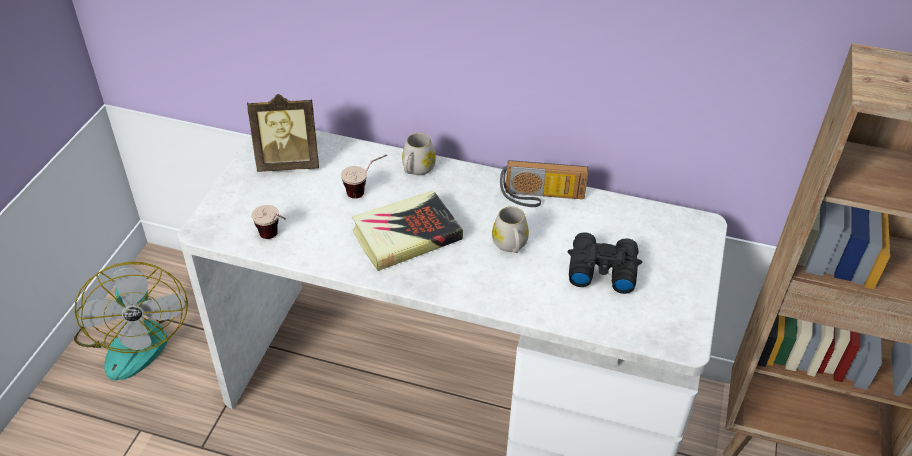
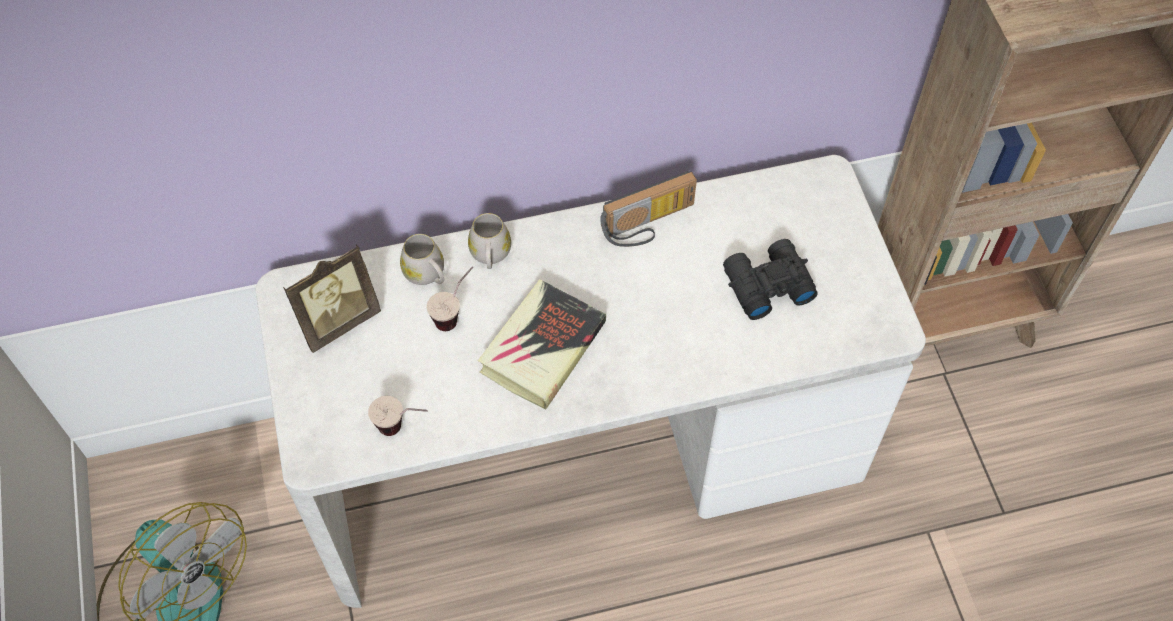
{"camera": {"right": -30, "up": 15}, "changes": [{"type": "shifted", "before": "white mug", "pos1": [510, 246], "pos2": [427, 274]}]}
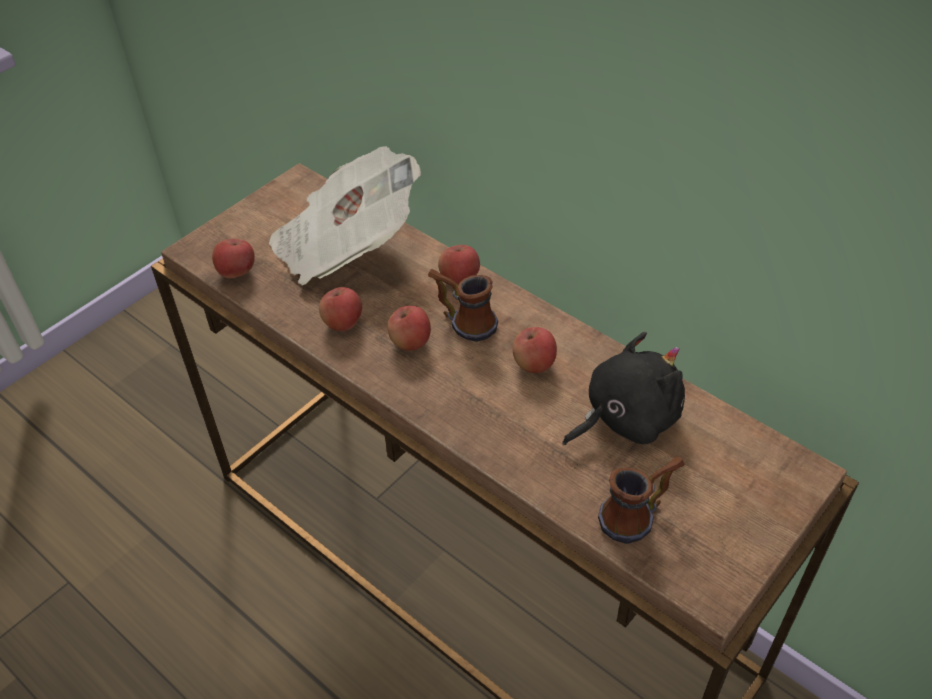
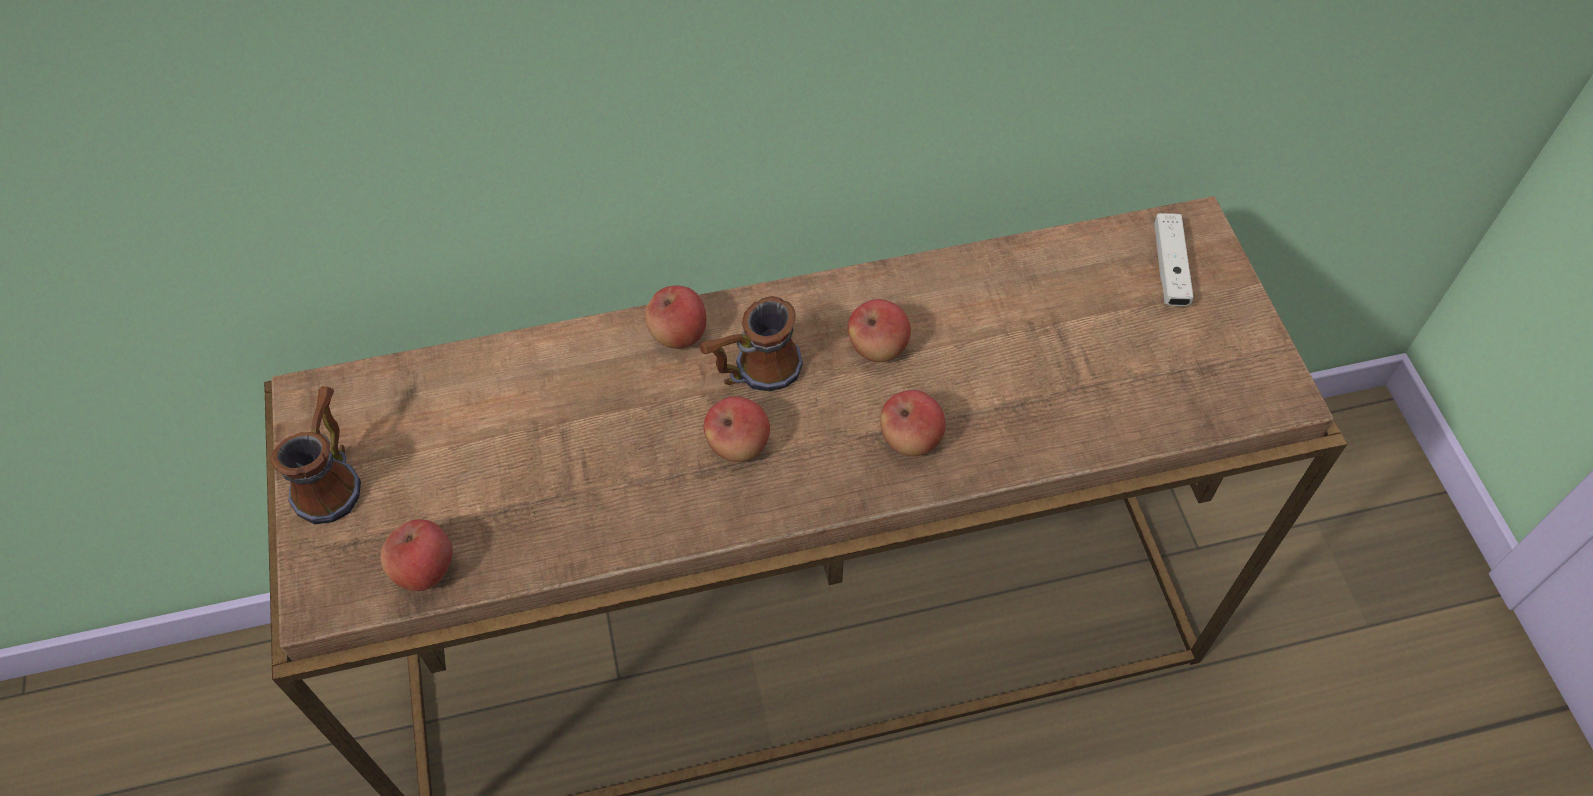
{"camera": {"right": -55, "up": 10}, "changes": [{"type": "gone", "before": "newspaper", "pos1": [346, 246]}, {"type": "gone", "before": "black plush toy", "pos1": [625, 417]}, {"type": "new", "after": "white game controller", "pos2": [1169, 268]}, {"type": "shifted", "before": "apple", "pos1": [343, 323], "pos2": [910, 439]}, {"type": "shifted", "before": "mug", "pos1": [638, 515], "pos2": [334, 477]}]}
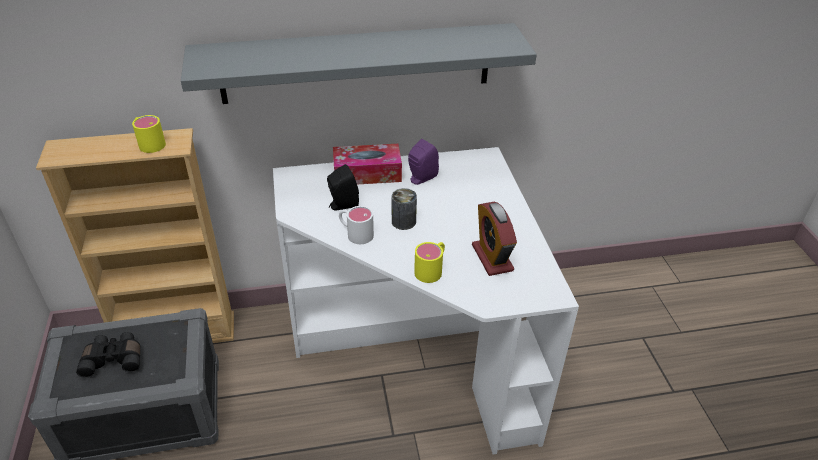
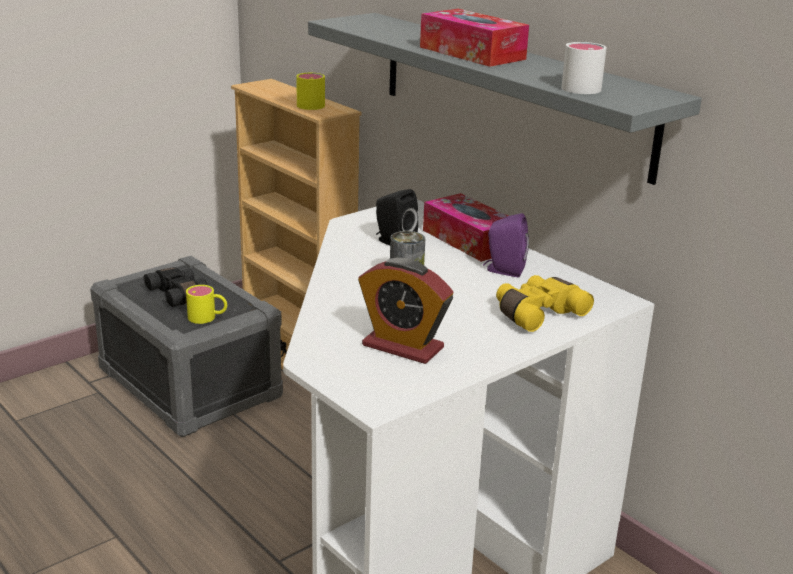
{"camera": {"right": 60, "up": -15}, "changes": [{"type": "new", "after": "tissue box", "pos2": [472, 53]}, {"type": "new", "after": "yellow binoculars", "pos2": [537, 313]}, {"type": "shifted", "before": "white mug", "pos1": [355, 233], "pos2": [580, 86]}, {"type": "shifted", "before": "yellow mug", "pos1": [431, 269], "pos2": [208, 317]}, {"type": "rotated", "before": "alarm clock", "pos1": [492, 258], "pos2": [402, 346], "turn": -105}]}
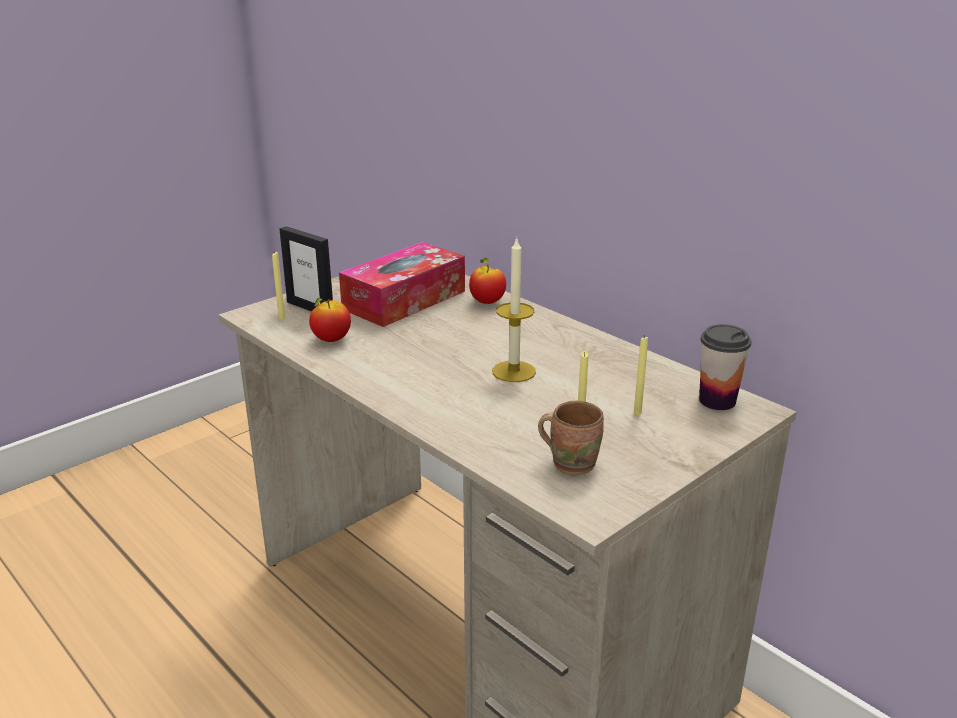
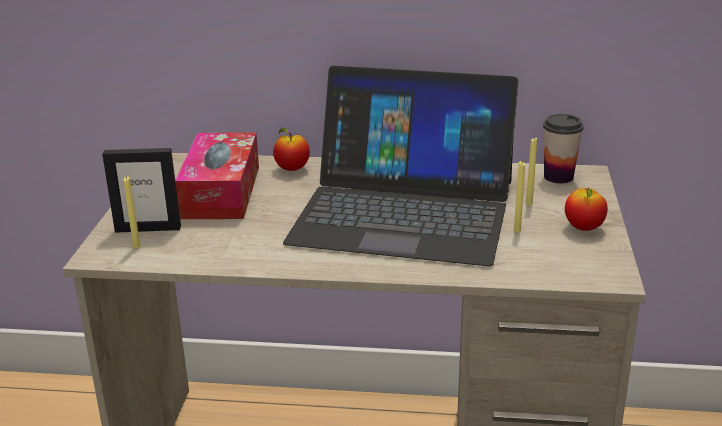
{"camera": {"right": -40, "up": 0}, "changes": [{"type": "gone", "before": "brown mug", "pos1": [571, 463]}, {"type": "shifted", "before": "apple", "pos1": [331, 340], "pos2": [583, 228]}, {"type": "swapped", "before": "candle", "after": "laptop", "pos1": [513, 371], "pos2": [404, 211]}]}
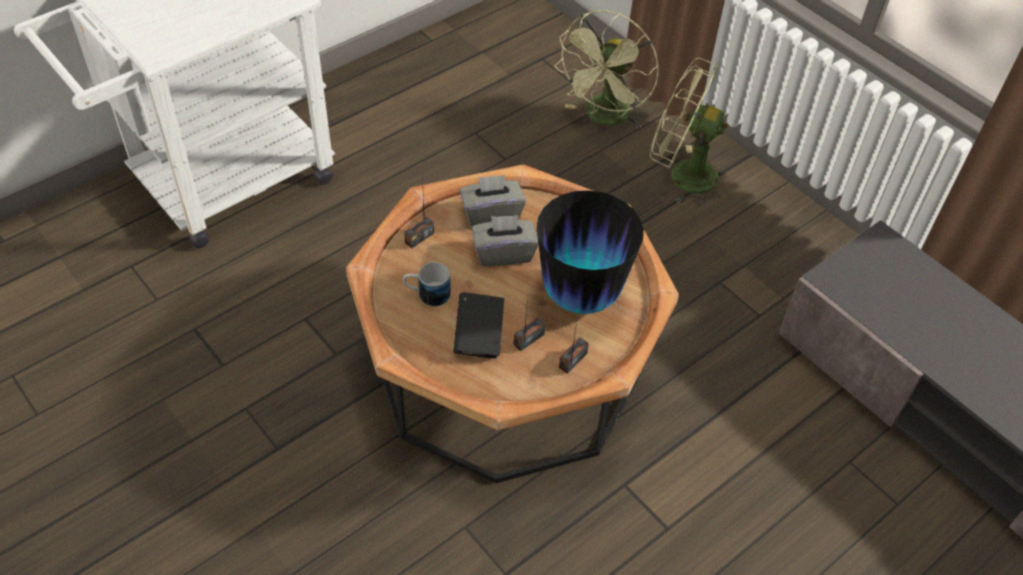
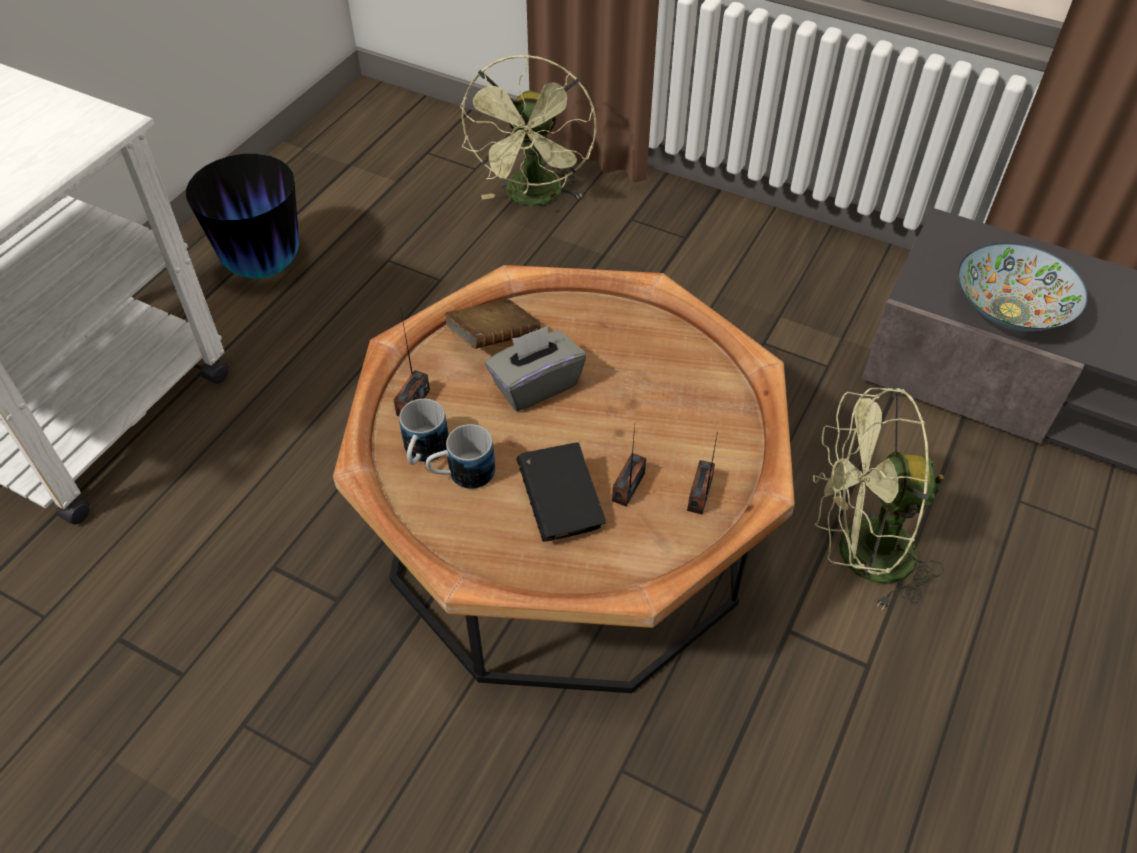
{"camera": {"right": -20, "up": 0}, "changes": [{"type": "new", "after": "mug", "pos2": [423, 453]}, {"type": "new", "after": "bowl", "pos2": [1010, 312]}, {"type": "shifted", "before": "vase", "pos1": [580, 296], "pos2": [264, 266]}, {"type": "shifted", "before": "green fan", "pos1": [682, 175], "pos2": [858, 555]}, {"type": "swapped", "before": "grey tissue box", "after": "brown book", "pos1": [491, 213], "pos2": [493, 339]}]}
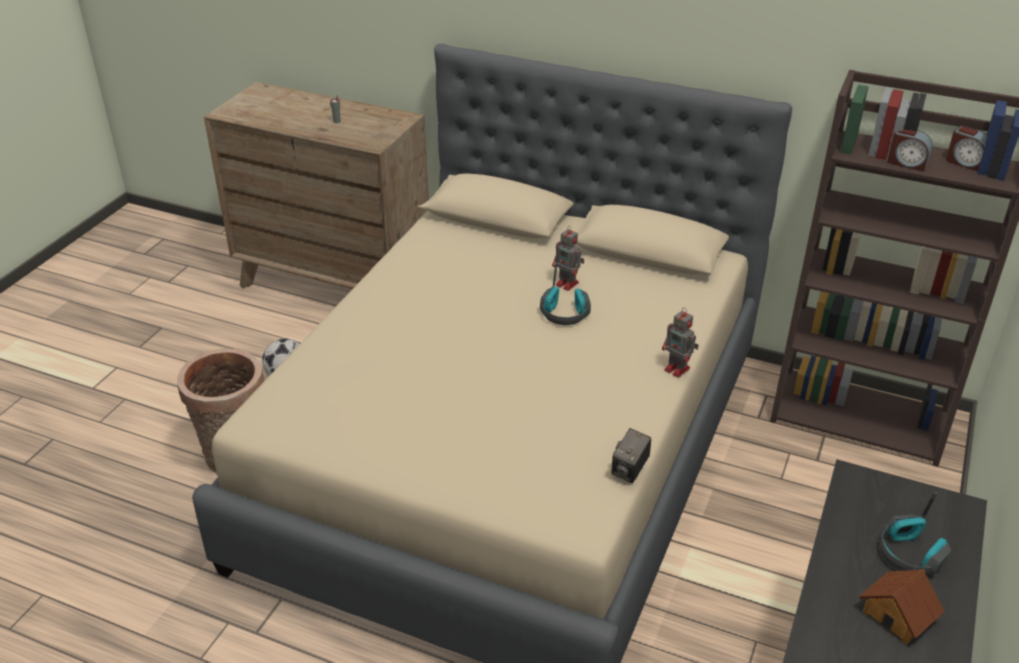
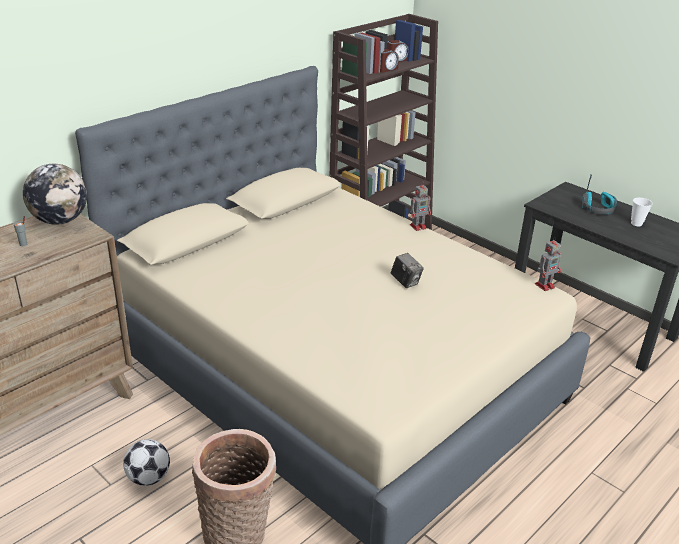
{"camera": {"right": -70, "up": -5}, "changes": [{"type": "gone", "before": "headphones", "pos1": [565, 313]}, {"type": "new", "after": "globe", "pos2": [60, 220]}, {"type": "shifted", "before": "toy robot", "pos1": [568, 284], "pos2": [545, 285]}, {"type": "shifted", "before": "photo camera", "pos1": [630, 470], "pos2": [405, 282]}, {"type": "swapped", "before": "toy house", "after": "cup", "pos1": [898, 614], "pos2": [636, 223]}]}
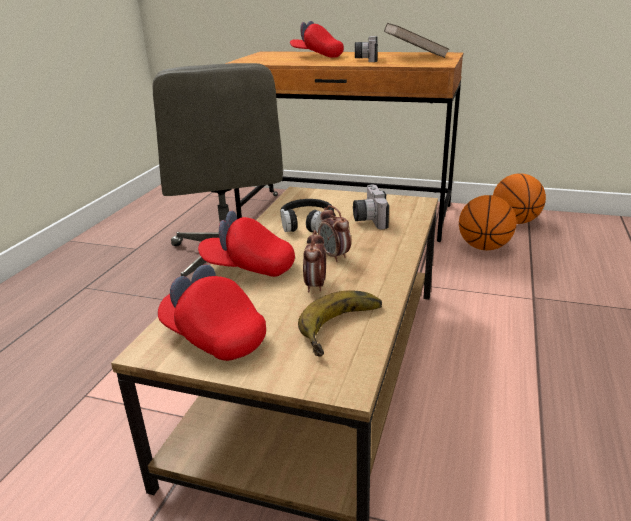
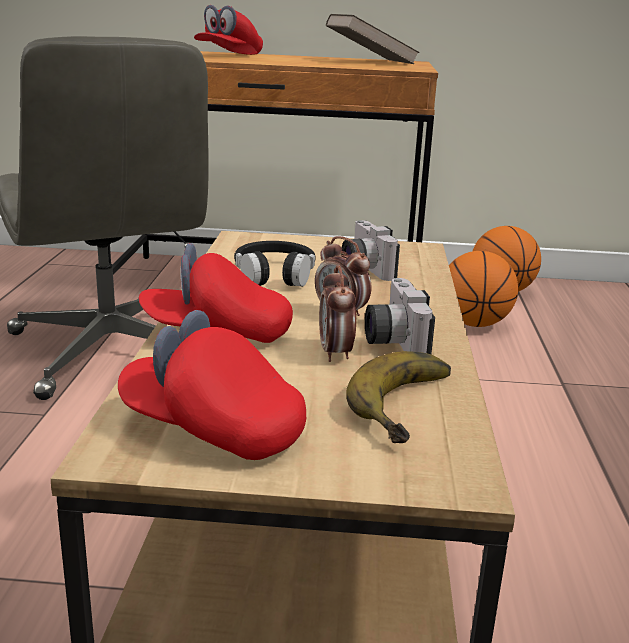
{"camera": {"right": -15, "up": -5}, "changes": [{"type": "shifted", "before": "photo camera", "pos1": [366, 59], "pos2": [392, 341]}, {"type": "rotated", "before": "red cap", "pos1": [317, 56], "pos2": [229, 55], "turn": -75}]}
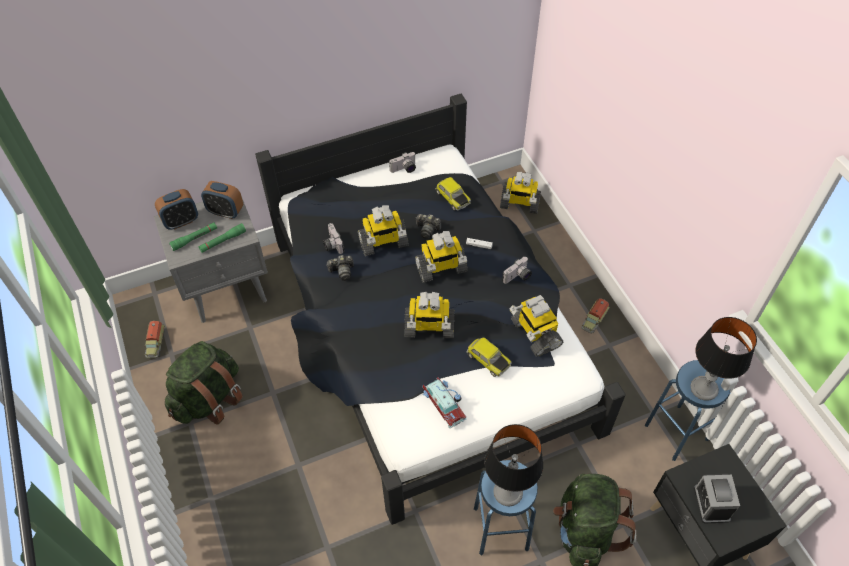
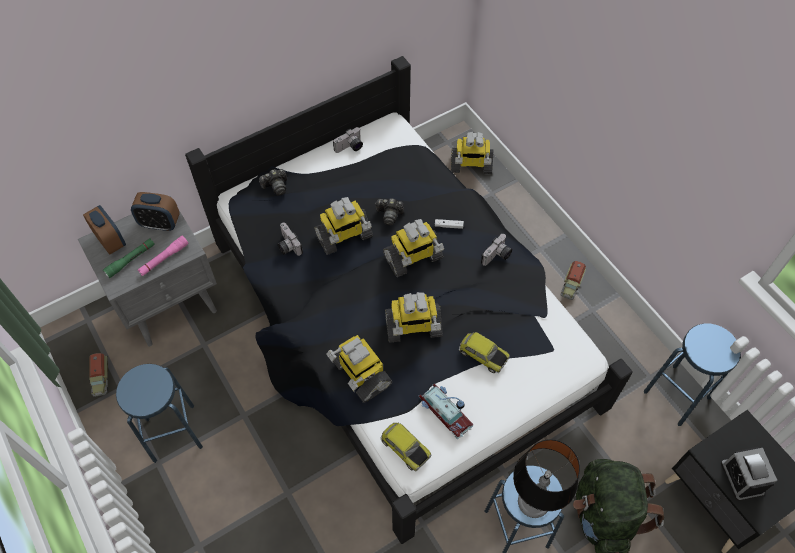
{"camera": {"right": -10, "up": 5}, "changes": [{"type": "gone", "before": "table lamp", "pos1": [704, 389]}, {"type": "shifted", "before": "photo camera", "pos1": [342, 271], "pos2": [275, 186]}, {"type": "shifted", "before": "toy car", "pos1": [452, 198], "pos2": [404, 448]}, {"type": "shifted", "before": "toy robot", "pos1": [534, 333], "pos2": [360, 374]}, {"type": "swapped", "before": "green backpack", "after": "blue stool", "pos1": [209, 399], "pos2": [174, 433]}, {"type": "repainted", "before": "green flashlight", "after": "pink flashlight", "pos1": [223, 241], "pos2": [164, 259]}, {"type": "rotated", "before": "alarm clock", "pos1": [181, 221], "pos2": [111, 241], "turn": -90}]}
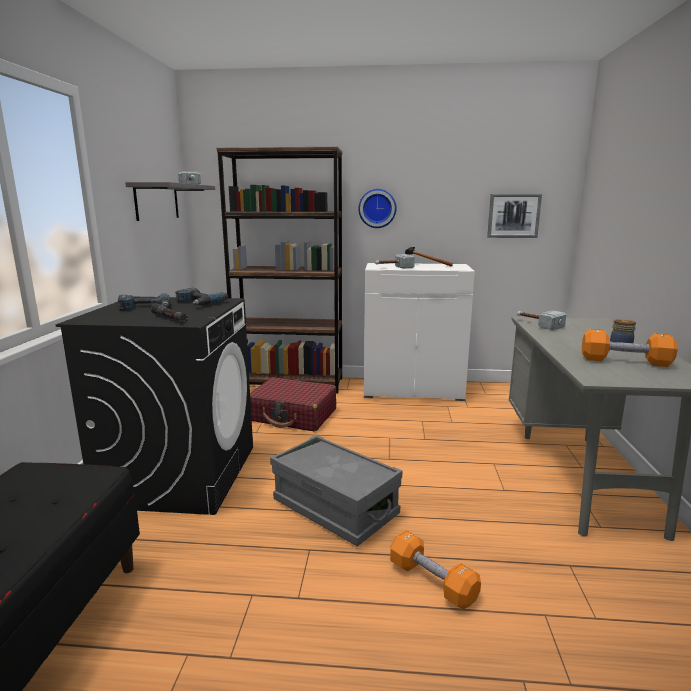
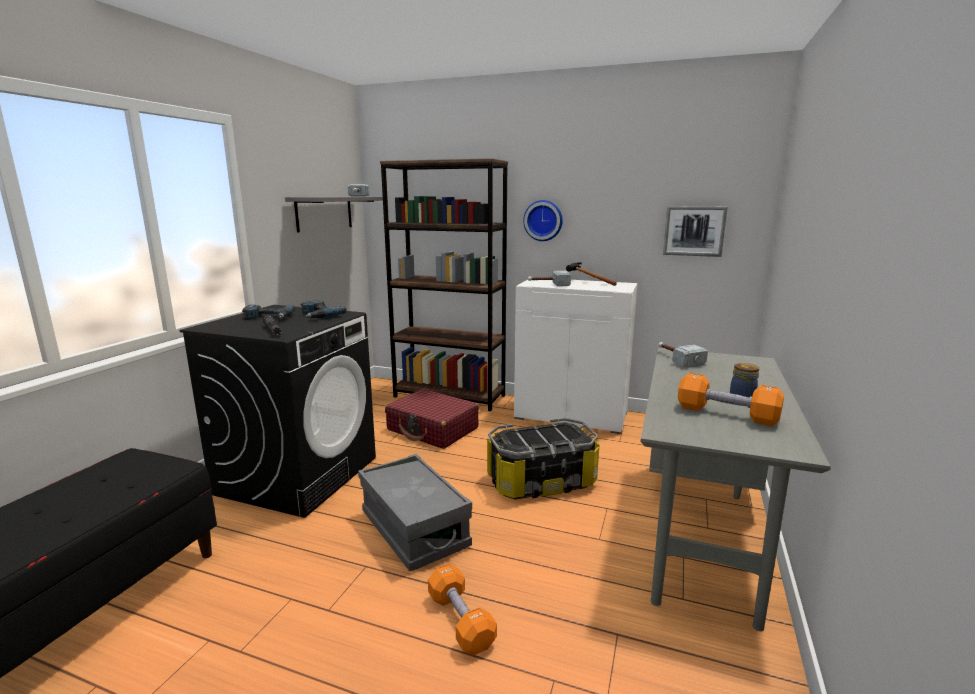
{"camera": {"right": 15, "up": 0}, "changes": [{"type": "new", "after": "storage box", "pos2": [541, 481]}]}
